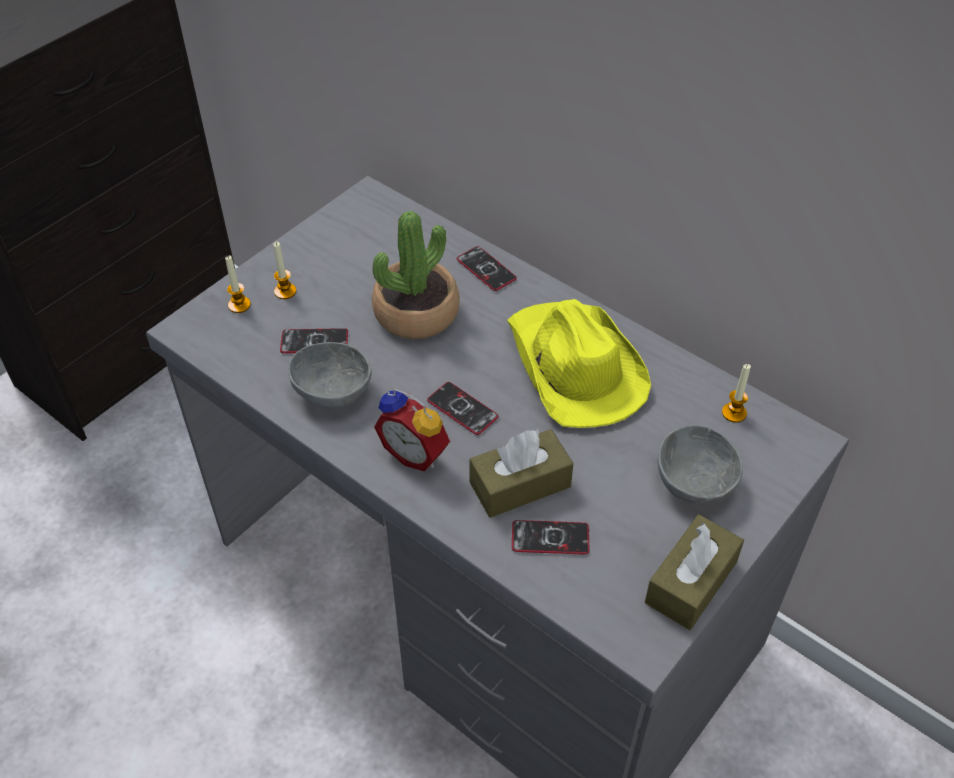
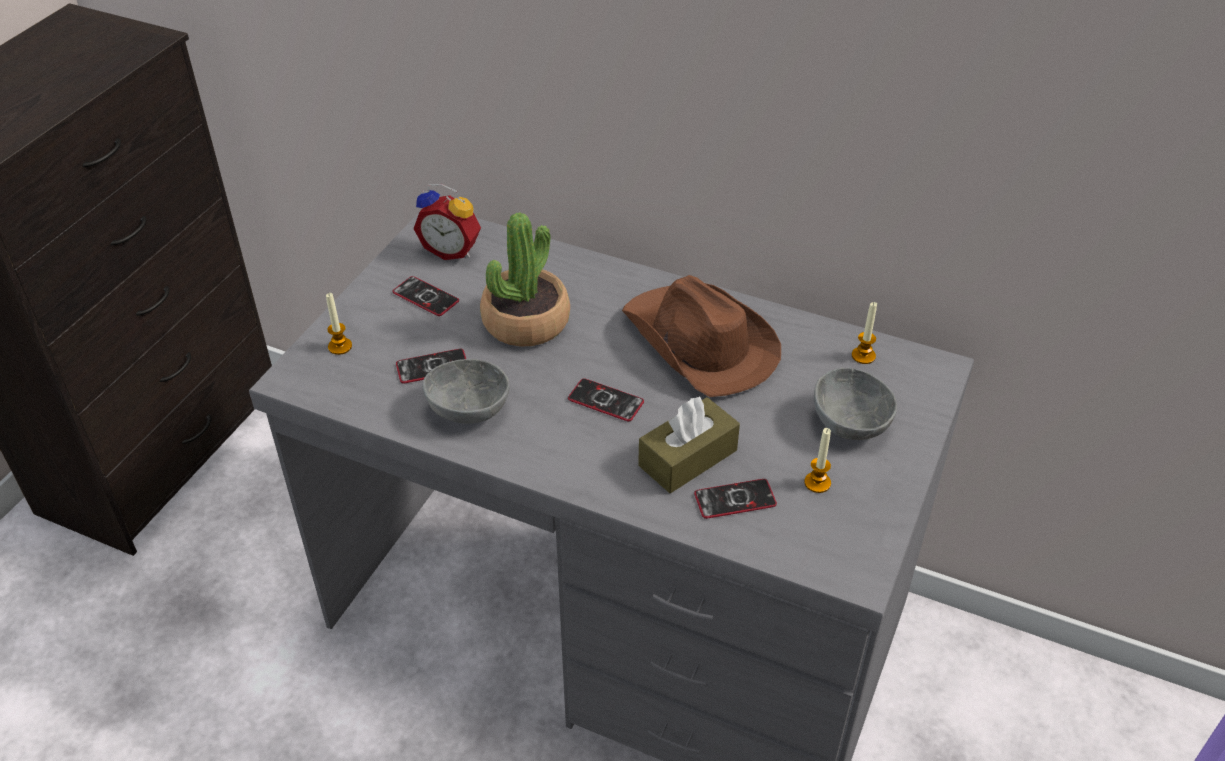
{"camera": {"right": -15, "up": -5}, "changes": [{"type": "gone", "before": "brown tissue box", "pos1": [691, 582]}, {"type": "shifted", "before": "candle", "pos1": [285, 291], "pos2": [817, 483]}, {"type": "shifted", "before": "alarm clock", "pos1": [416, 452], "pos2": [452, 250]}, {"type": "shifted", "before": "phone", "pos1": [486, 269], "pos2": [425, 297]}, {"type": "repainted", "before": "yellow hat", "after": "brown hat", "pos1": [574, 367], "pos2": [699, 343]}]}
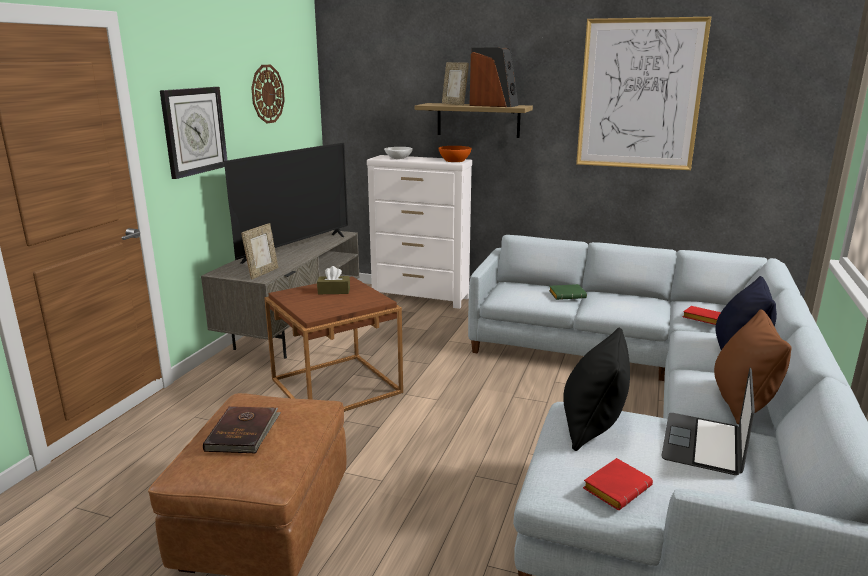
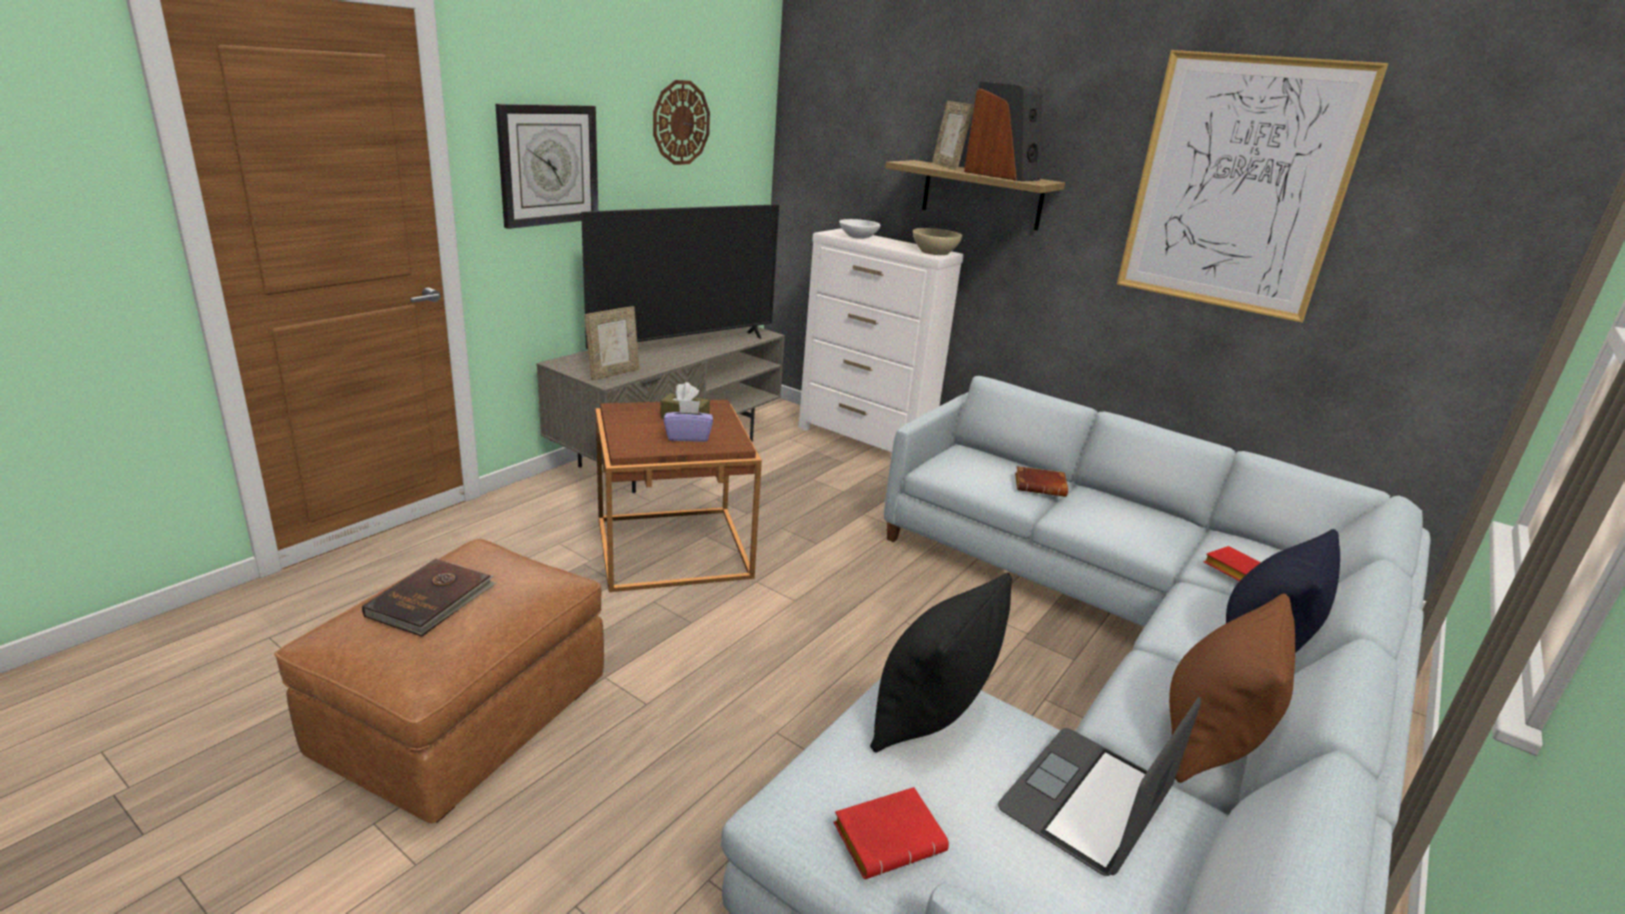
{"camera": {"right": 15, "up": 5}, "changes": [{"type": "new", "after": "purple tissue box", "pos2": [688, 436]}, {"type": "repainted", "before": "orange bowl", "after": "beige bowl", "pos1": [454, 160], "pos2": [935, 252]}, {"type": "repainted", "before": "green book", "after": "brown book", "pos1": [568, 295], "pos2": [1041, 486]}]}
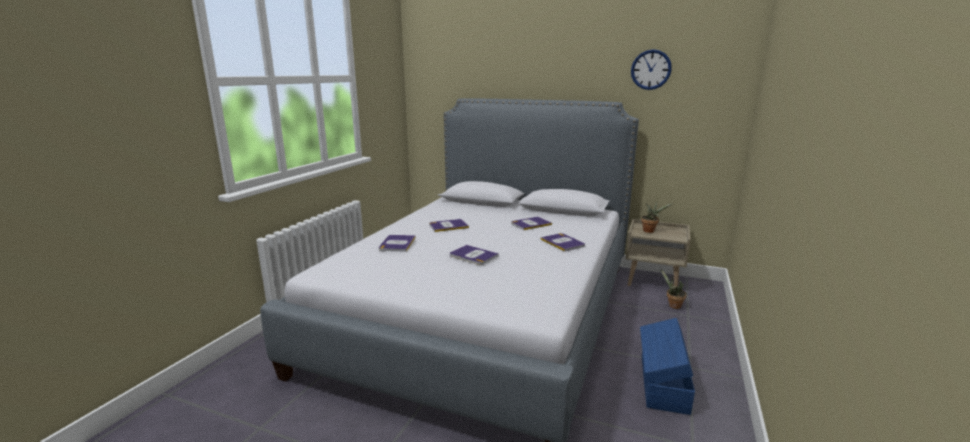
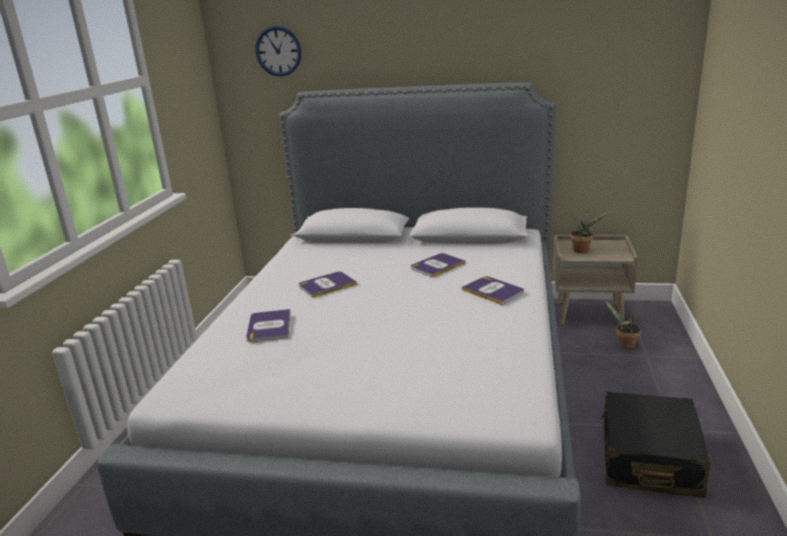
{"camera": {"right": -10, "up": 5}, "changes": [{"type": "gone", "before": "book", "pos1": [473, 255]}, {"type": "shifted", "before": "wall clock", "pos1": [651, 69], "pos2": [278, 51]}, {"type": "swapped", "before": "blue storage box", "after": "black suitcase", "pos1": [662, 384], "pos2": [649, 459]}]}
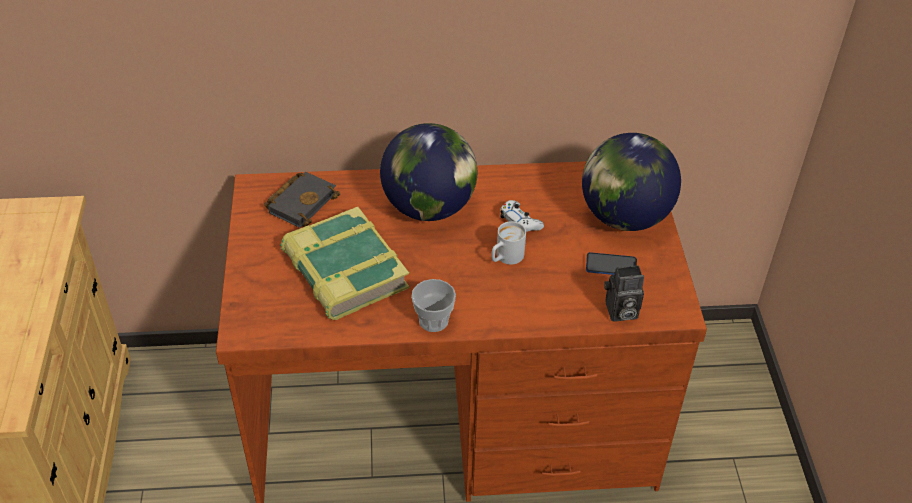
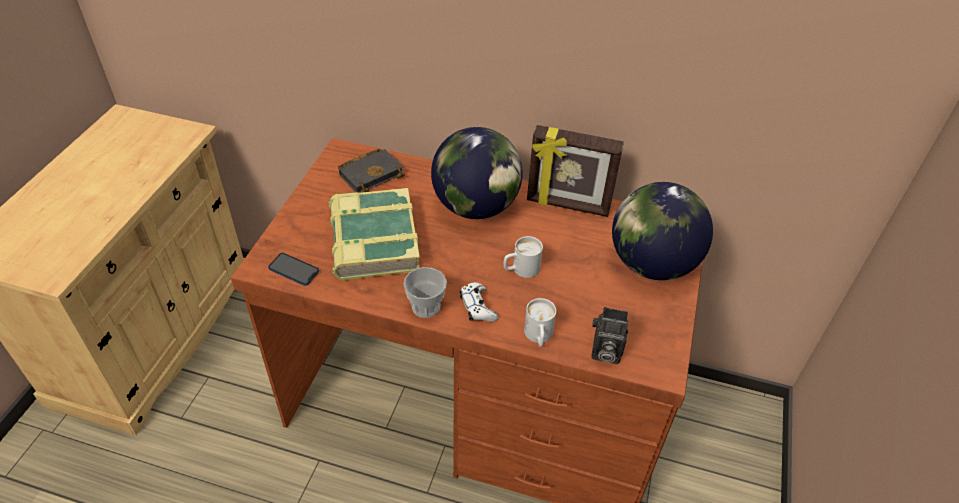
{"camera": {"right": 20, "up": 0}, "changes": [{"type": "new", "after": "white mug", "pos2": [538, 337]}, {"type": "new", "after": "picture frame", "pos2": [567, 205]}, {"type": "shifted", "before": "white game controller", "pos1": [520, 221], "pos2": [478, 307]}, {"type": "shifted", "before": "phone", "pos1": [611, 266], "pos2": [294, 270]}]}
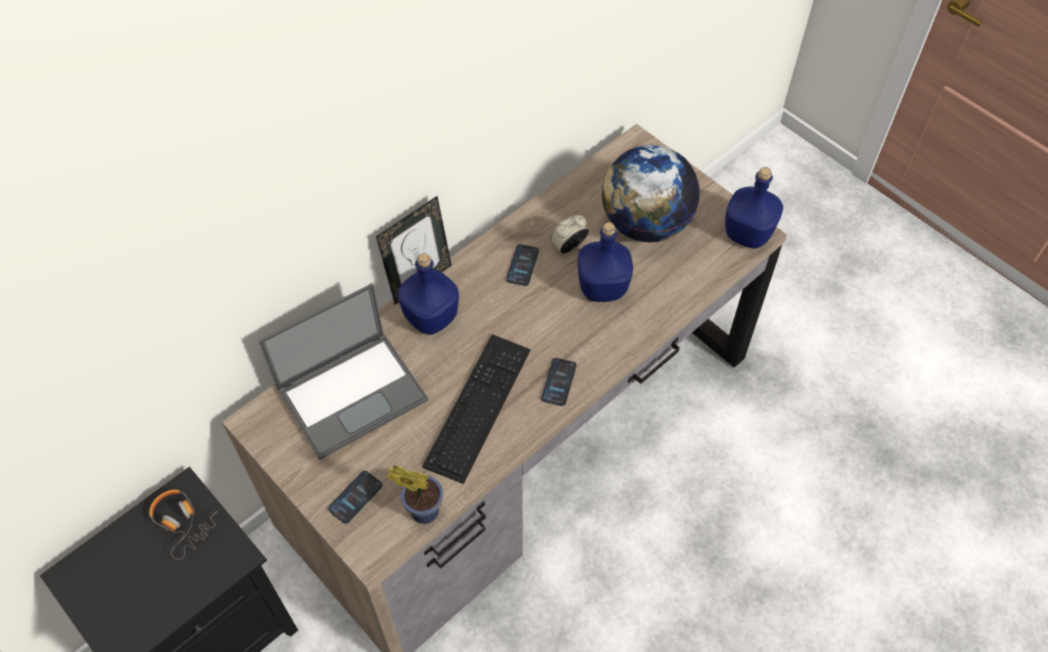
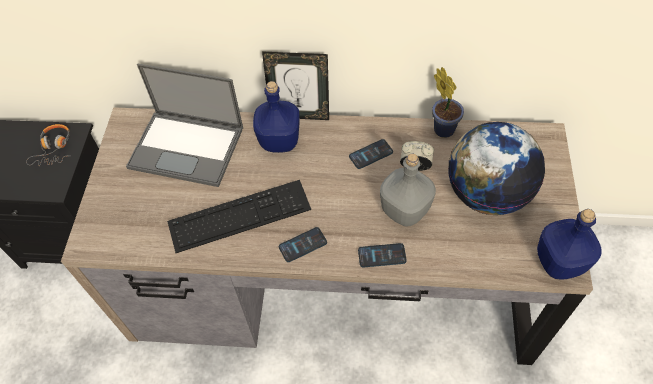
{"camera": {"right": 50, "up": 0}, "changes": [{"type": "shifted", "before": "phone", "pos1": [355, 497], "pos2": [382, 255]}, {"type": "shifted", "before": "potted plant", "pos1": [421, 510], "pos2": [442, 128]}, {"type": "repainted", "before": "blue bottle", "after": "grey bottle", "pos1": [603, 287], "pos2": [405, 211]}]}
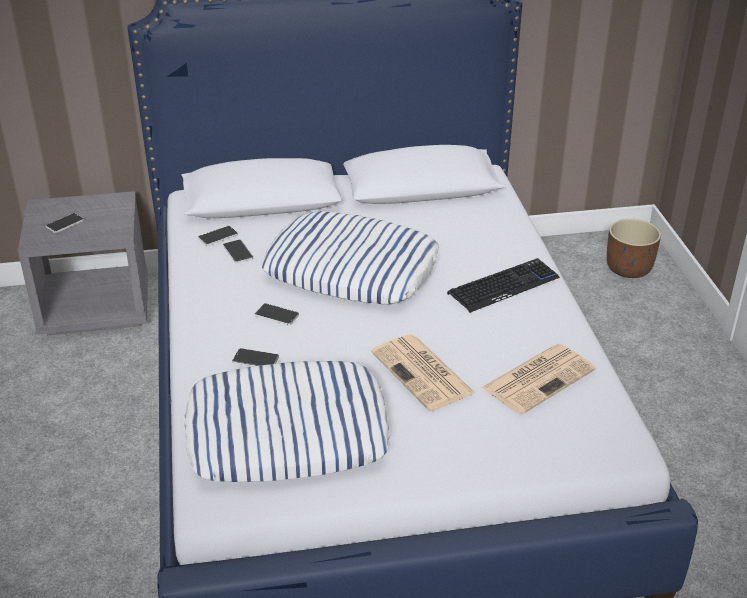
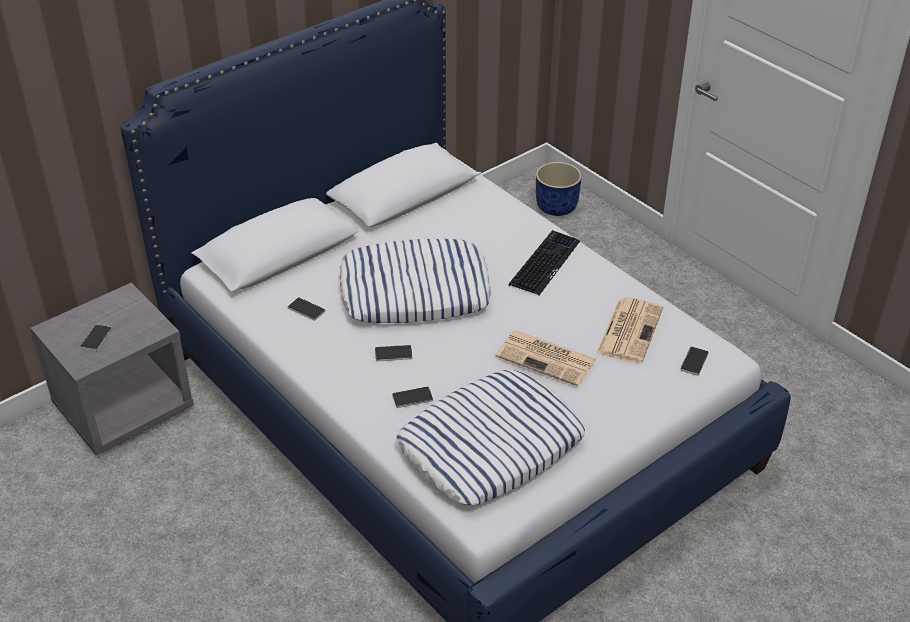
{"camera": {"right": -30, "up": 5}, "changes": [{"type": "shifted", "before": "phone", "pos1": [218, 237], "pos2": [694, 362]}, {"type": "repainted", "before": "brown planter", "after": "blue planter", "pos1": [629, 268], "pos2": [556, 206]}]}
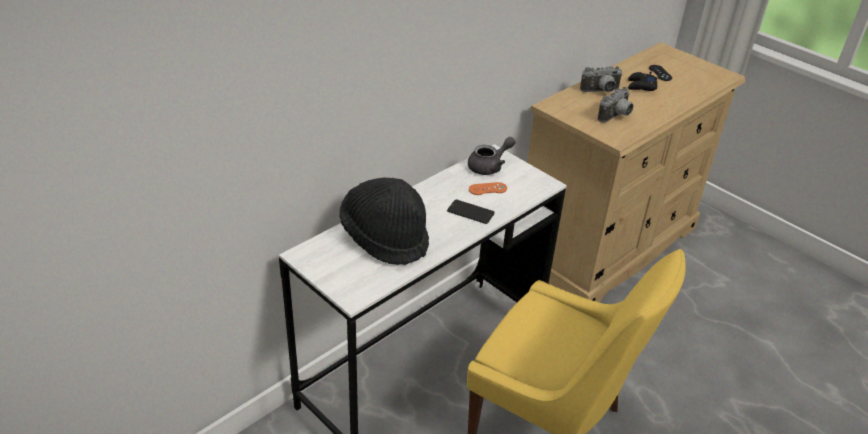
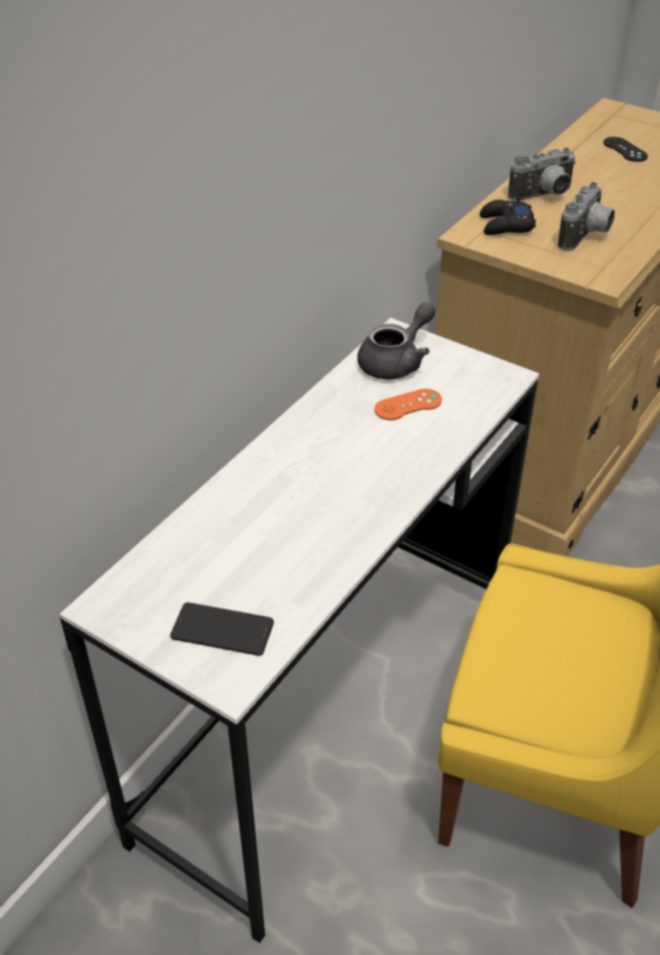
{"camera": {"right": -10, "up": 5}, "changes": [{"type": "gone", "before": "black hat", "pos1": [385, 238]}, {"type": "shifted", "before": "phone", "pos1": [470, 212], "pos2": [222, 630]}, {"type": "shifted", "before": "black game controller", "pos1": [641, 86], "pos2": [505, 225]}]}
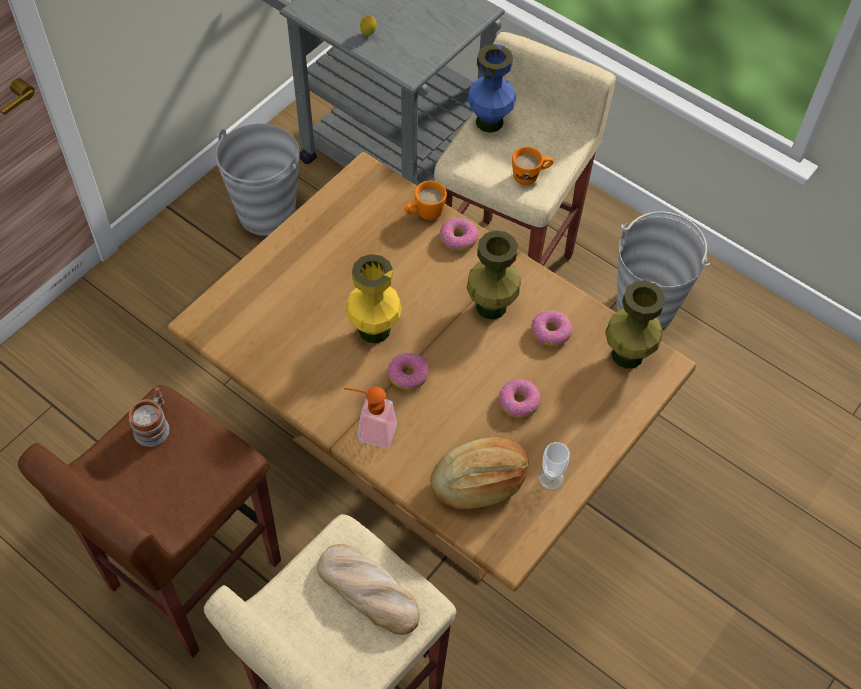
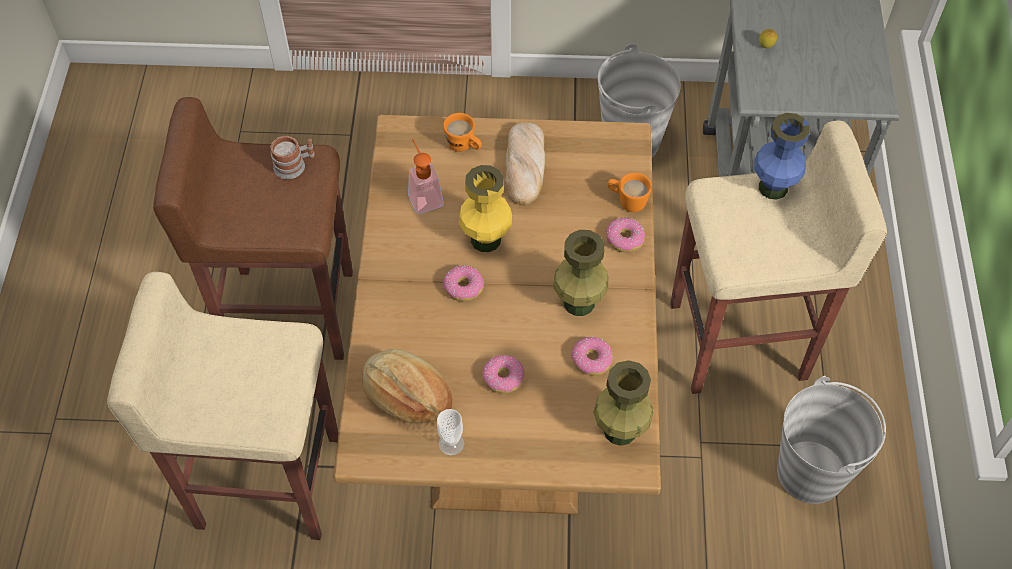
{"camera": {"right": 55, "up": 0}, "changes": [{"type": "shifted", "before": "bread", "pos1": [369, 591], "pos2": [525, 166]}, {"type": "shifted", "before": "soap dispenser", "pos1": [370, 430], "pos2": [423, 195]}, {"type": "shifted", "before": "orange mug", "pos1": [530, 176], "pos2": [464, 146]}]}
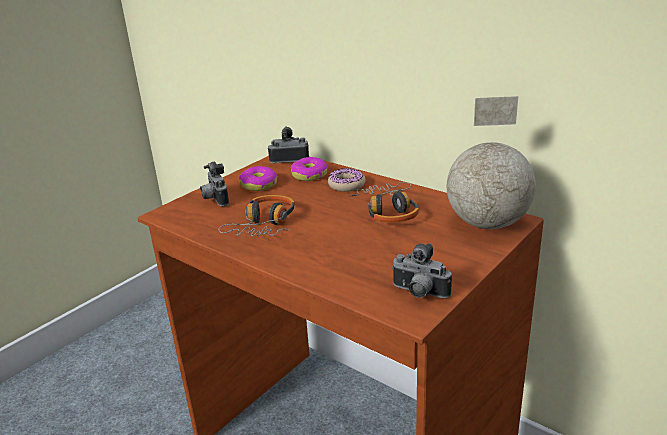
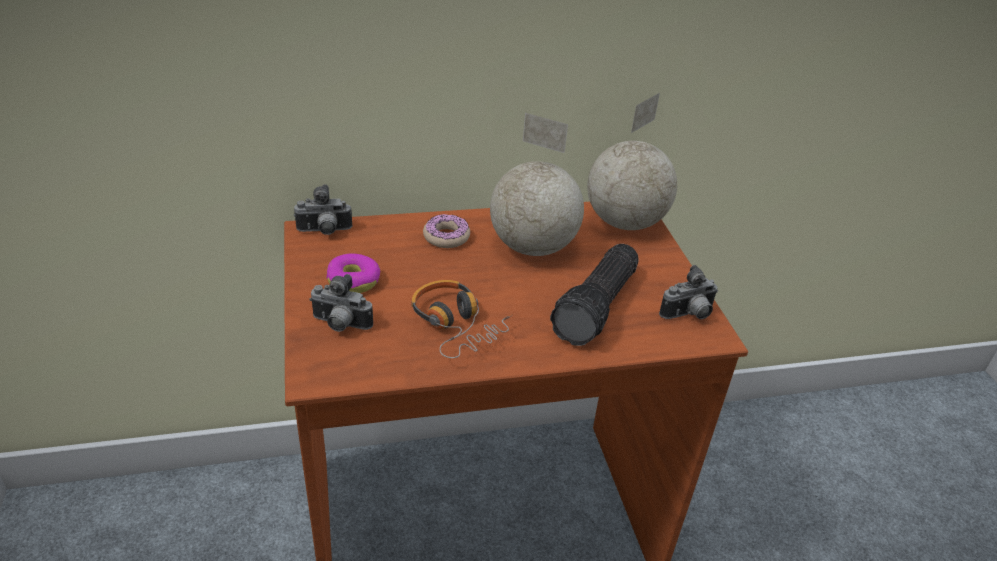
{"camera": {"right": -55, "up": 10}, "changes": [{"type": "gone", "before": "donut", "pos1": [309, 175]}, {"type": "new", "after": "flashlight", "pos2": [598, 307]}, {"type": "swapped", "before": "headphones", "after": "globe", "pos1": [388, 210], "pos2": [533, 248]}, {"type": "rotated", "before": "photo camera", "pos1": [289, 159], "pos2": [324, 232], "turn": -135}]}
